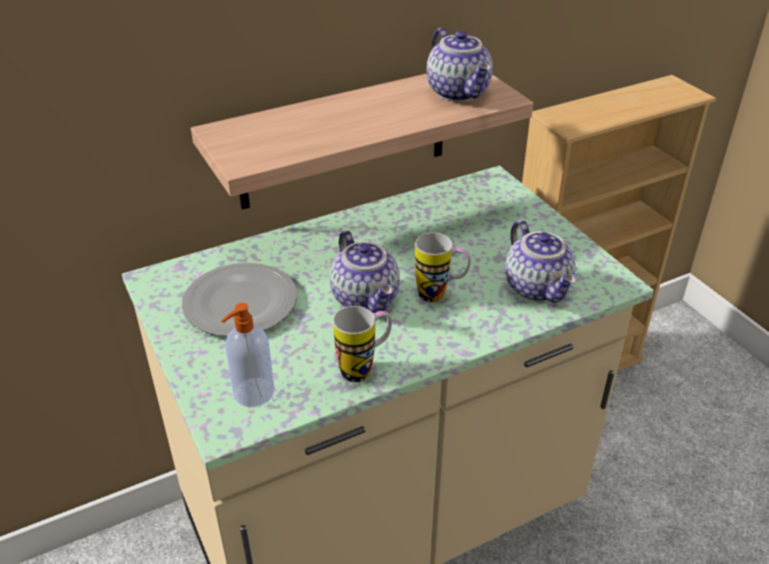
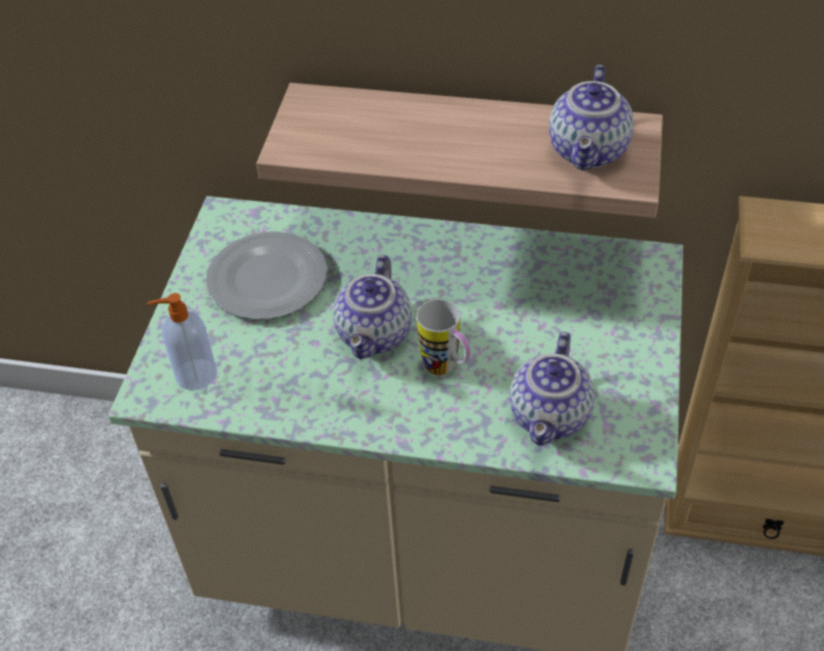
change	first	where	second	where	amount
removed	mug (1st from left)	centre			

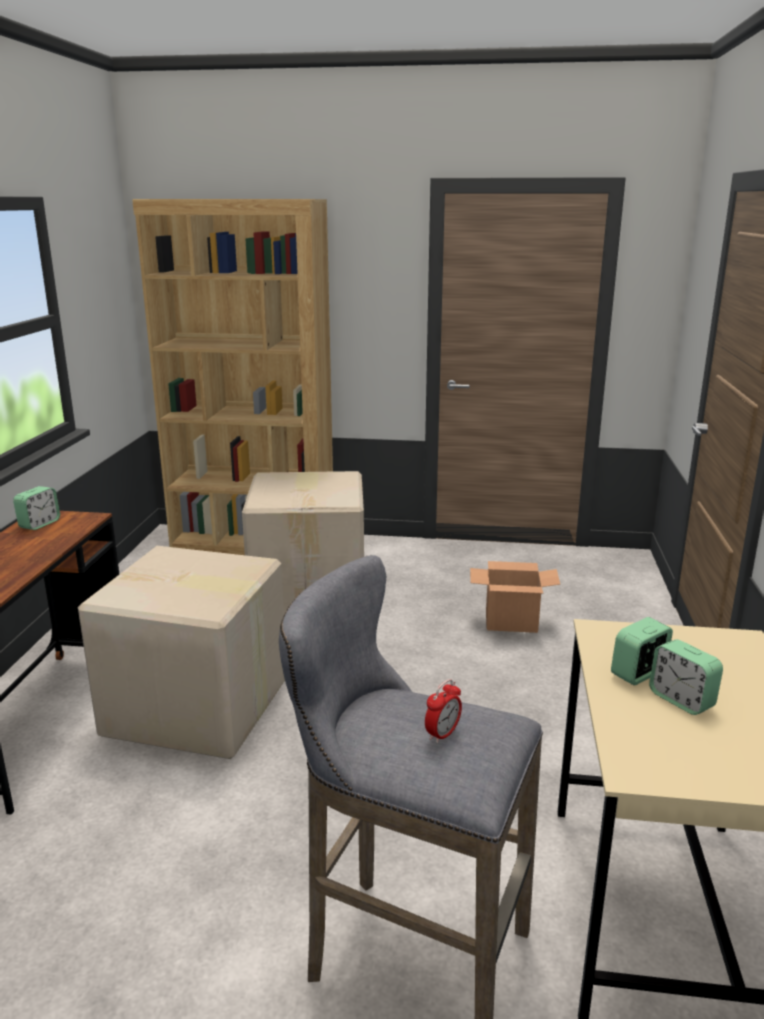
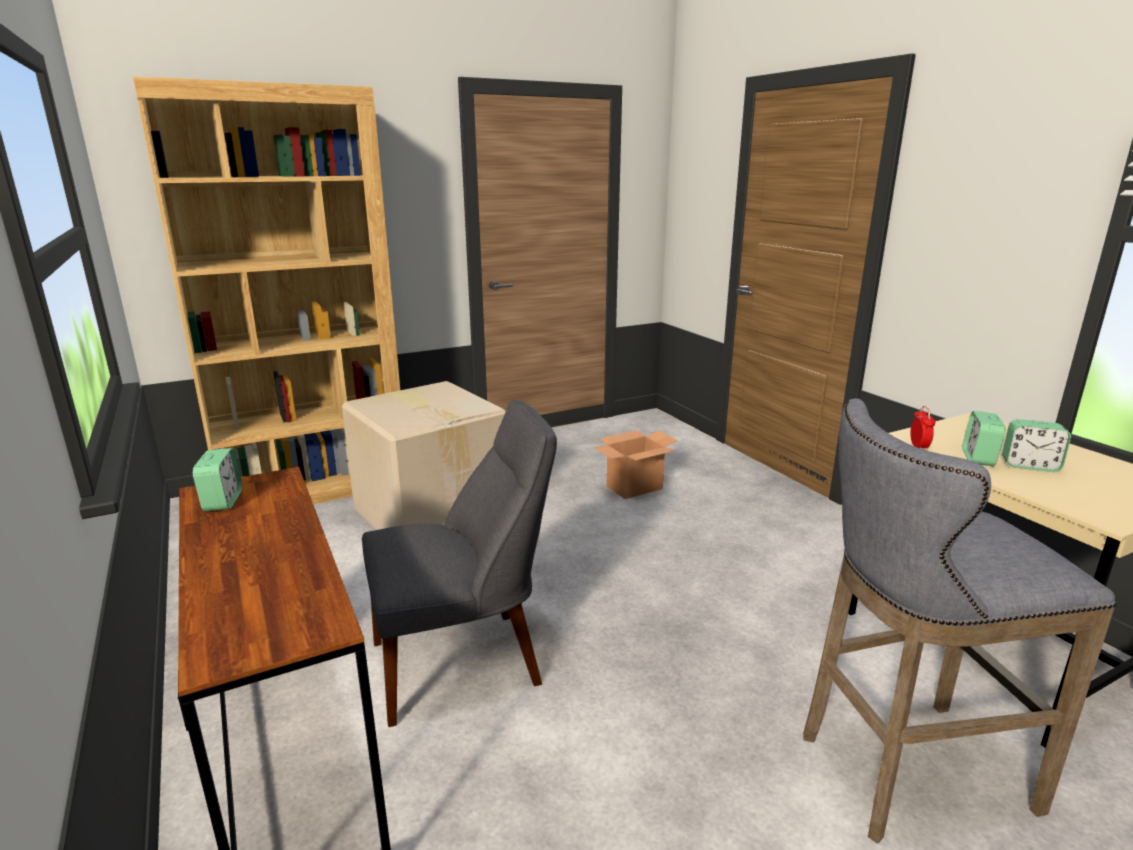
change	first	where	second	where	amount
moved	alarm clock (2nd from left)	bottom centre		middle right	
replaced	cardboard box (1st from left)	middle left	grey chair	centre	

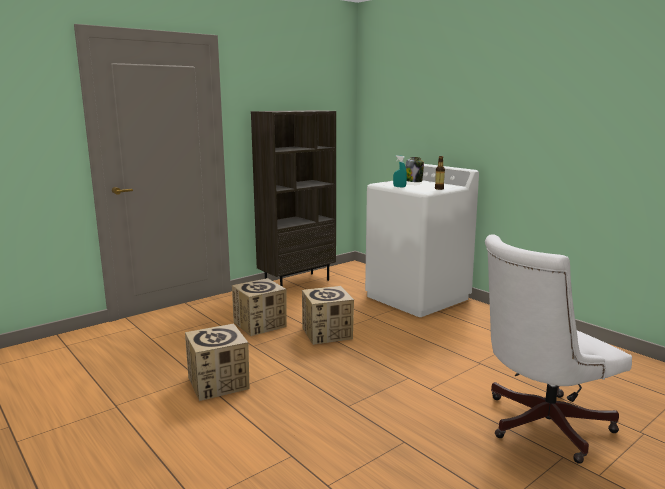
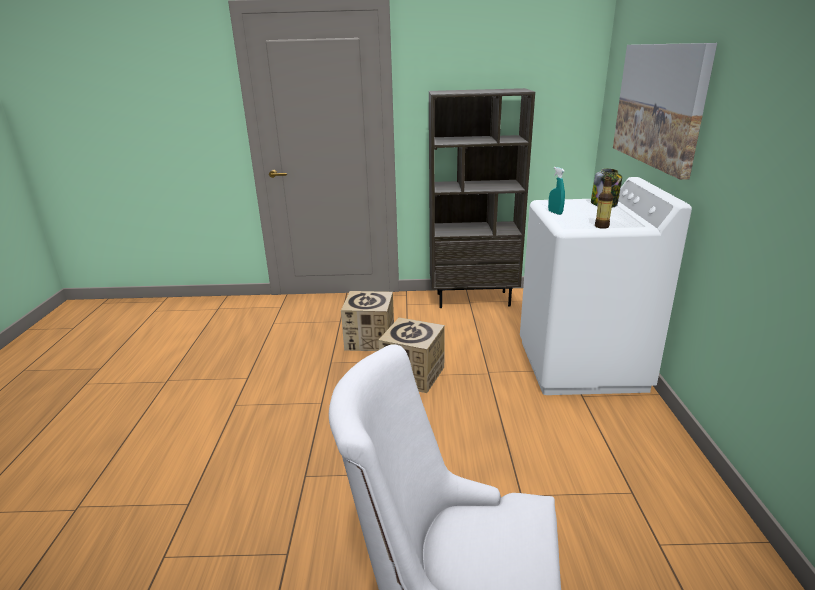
change	first	where	second	where	amount
removed	cardboard box (1st from left)	bottom left			
added			picture	top right	

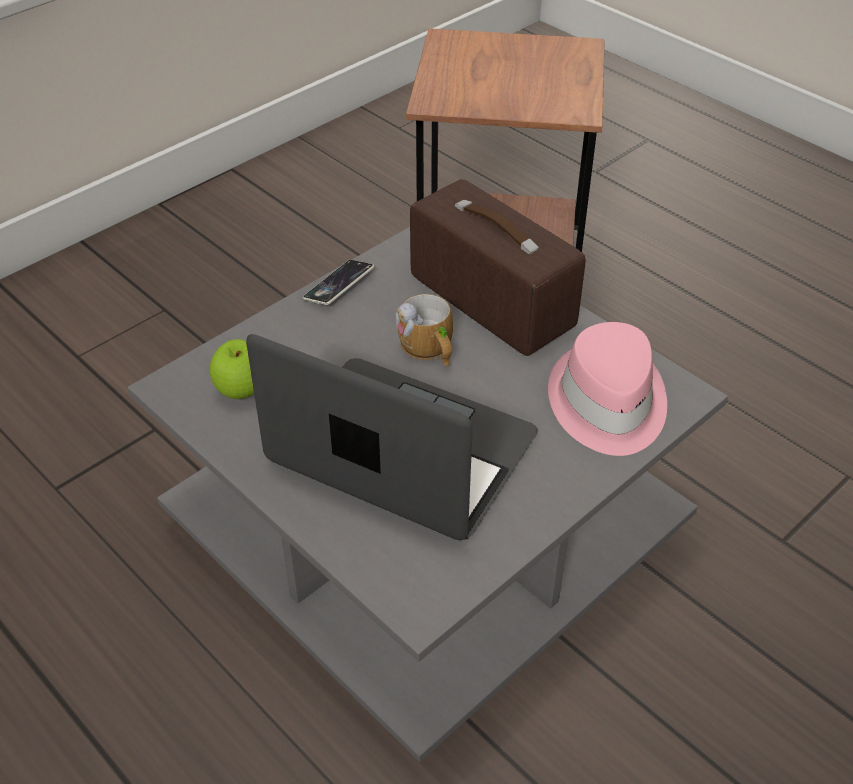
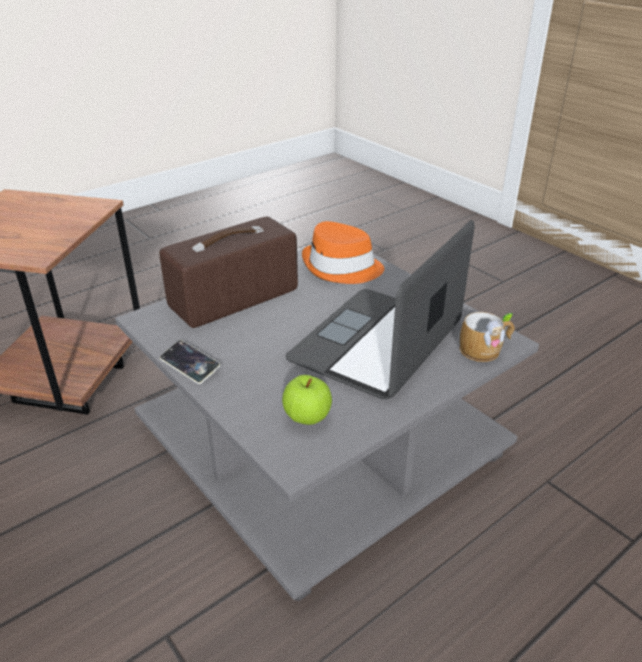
change	first	where	second	where	amount
moved	mug	centre		middle right	
recoloured	pink hat	middle right	orange hat	centre	

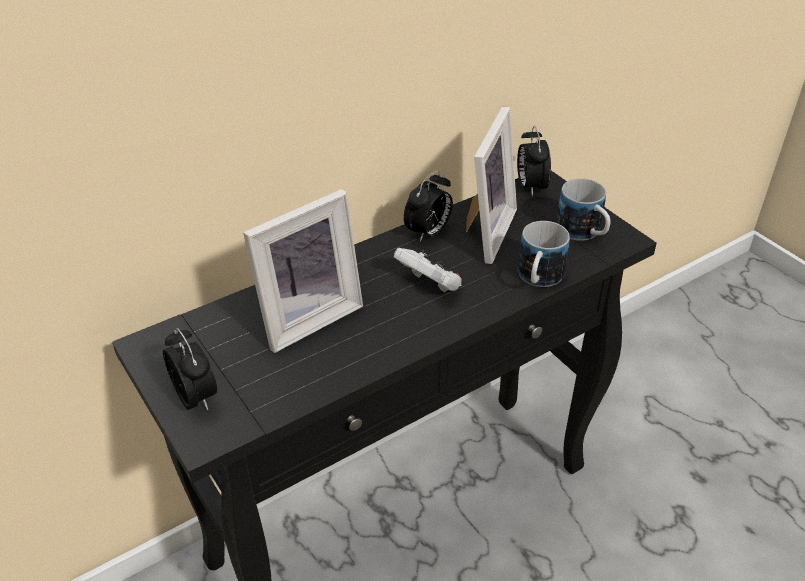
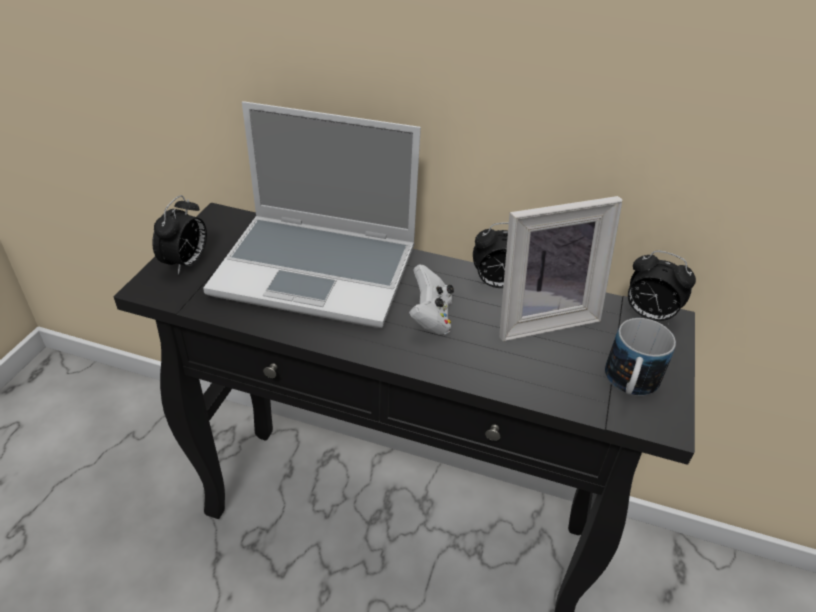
change	first	where	second	where	amount
removed	mug (1st from left)	middle right			
replaced	picture frame (1st from left)	centre	laptop	centre	
turned	alarm clock (3rd from left)	top centre		middle right	105 degrees counterclockwise

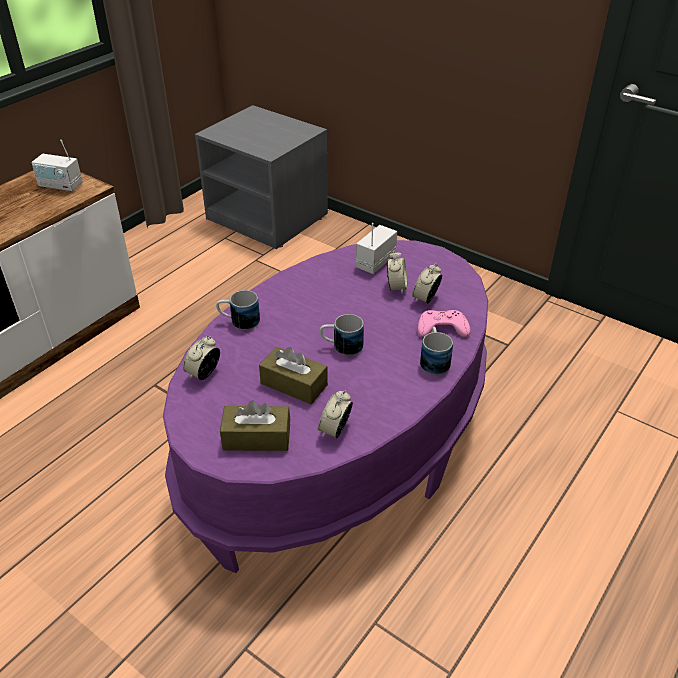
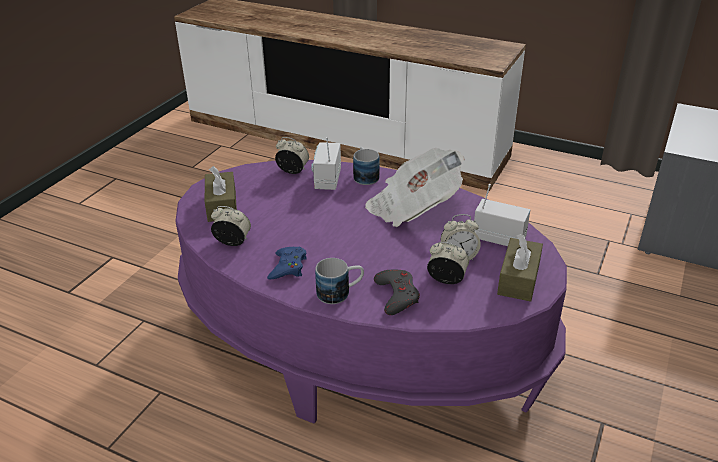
change	first	where	second	where	amount
removed	mug (2nd from left)	centre			
added			blue game controller	centre	
added			newspaper	centre	
moved	radio (1st from left)	top left		centre	
moved	brown tissue box (2nd from left)	centre		middle right	
recoloured	pink game controller	centre	grey game controller	centre	

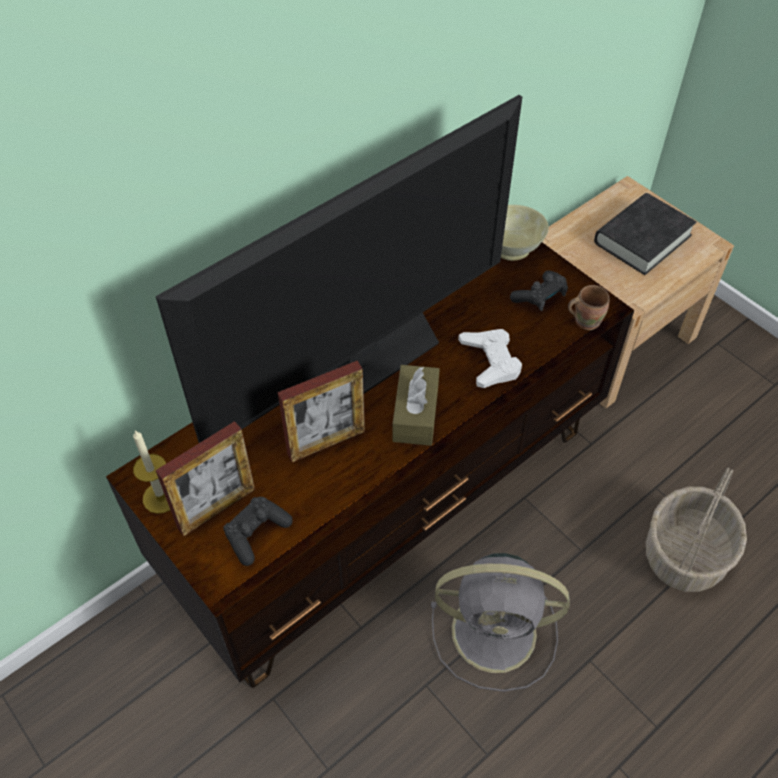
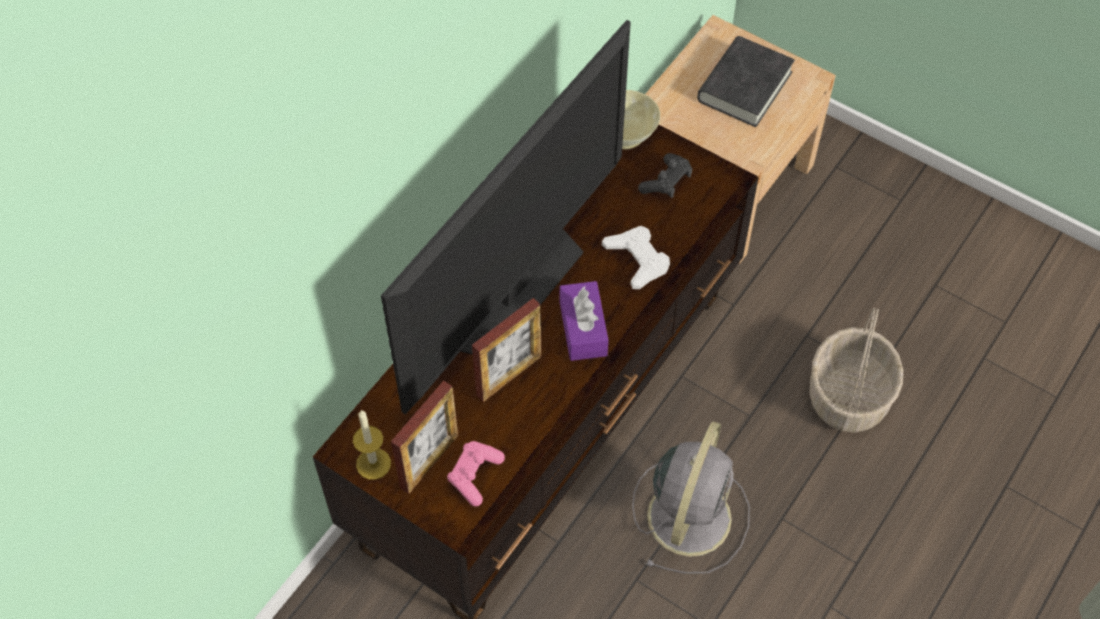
change	first	where	second	where	amount
removed	brown mug	middle right			
recoloured	black game controller (1st from left)	bottom left	pink game controller	bottom centre	
recoloured	brown tissue box	centre	purple tissue box	centre	
turned	grey fan	bottom centre		bottom centre	60 degrees counterclockwise

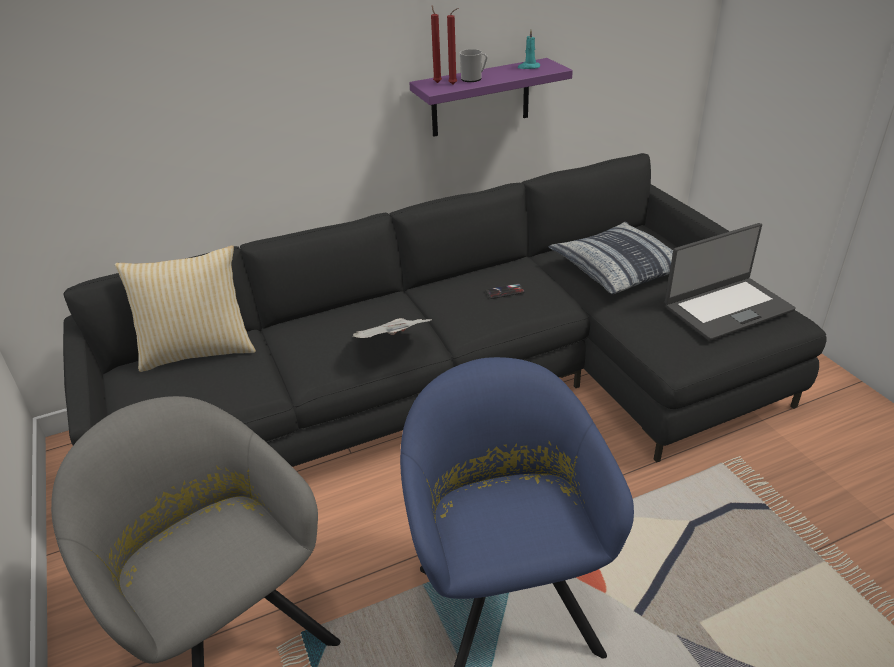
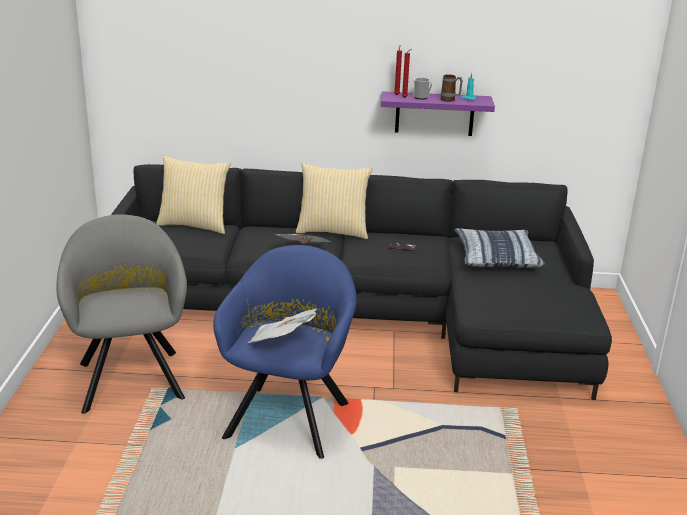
change	first	where	second	where	amount
removed	laptop	middle right			
added			newspaper (1st from left)	centre	
added			pillow (2nd from left)	centre	
added			mug (2nd from left)	top centre	

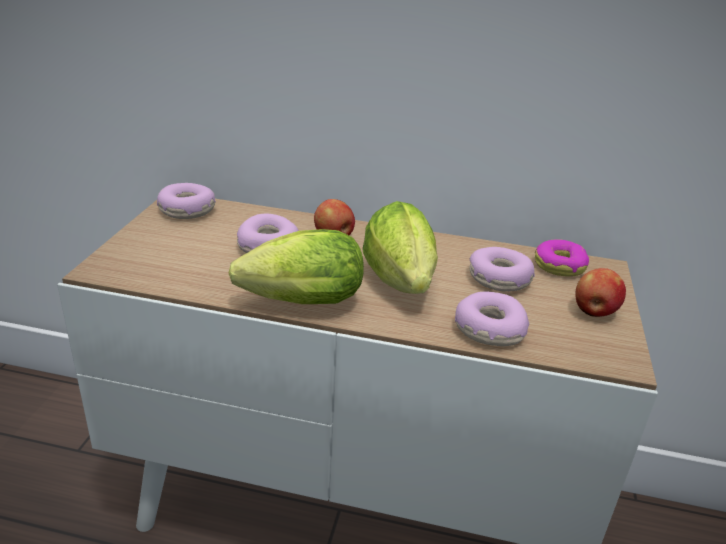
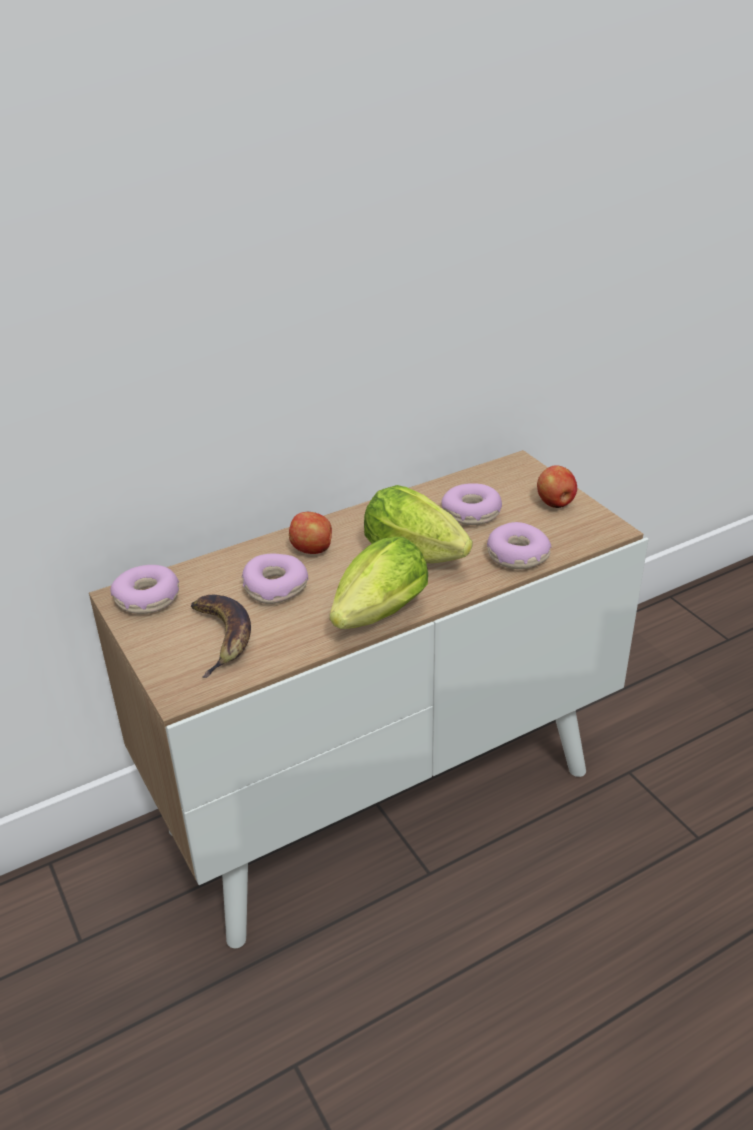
change	first	where	second	where	amount
removed	donut (5th from left)	middle right			
added			banana	middle left	

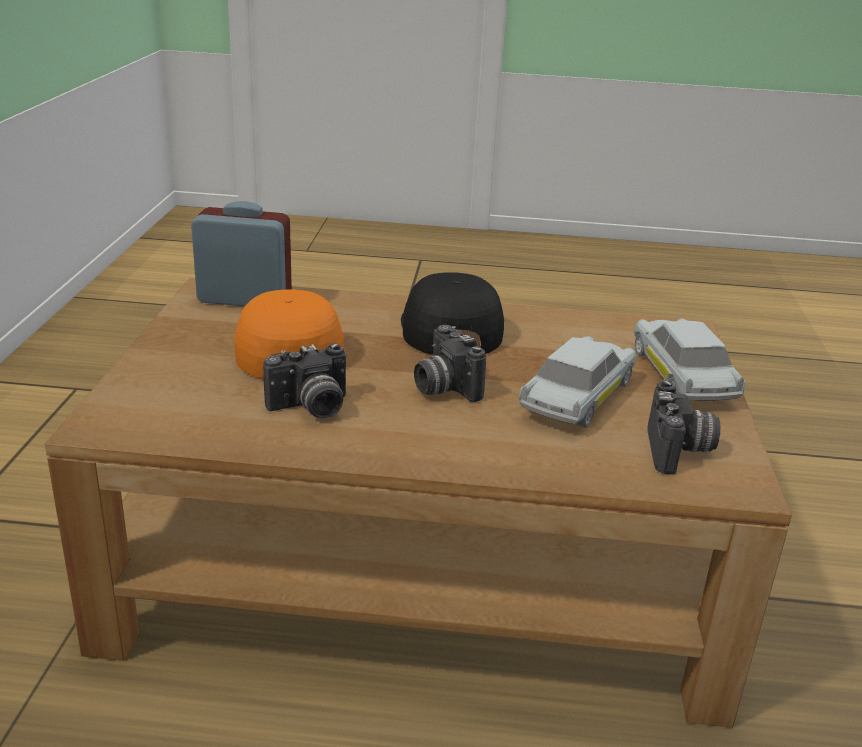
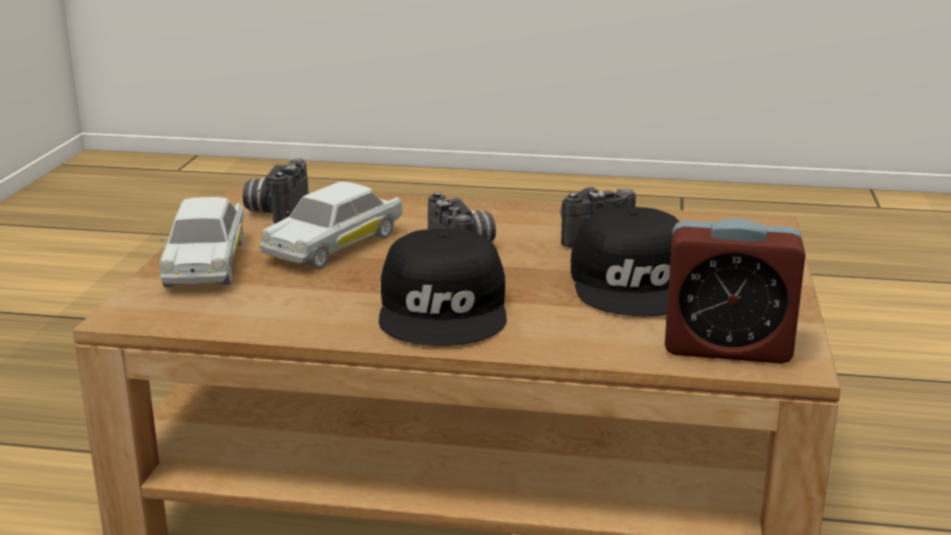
change	first	where	second	where	amount
recoloured	orange cap	centre	black cap (2nd from left)	centre	

